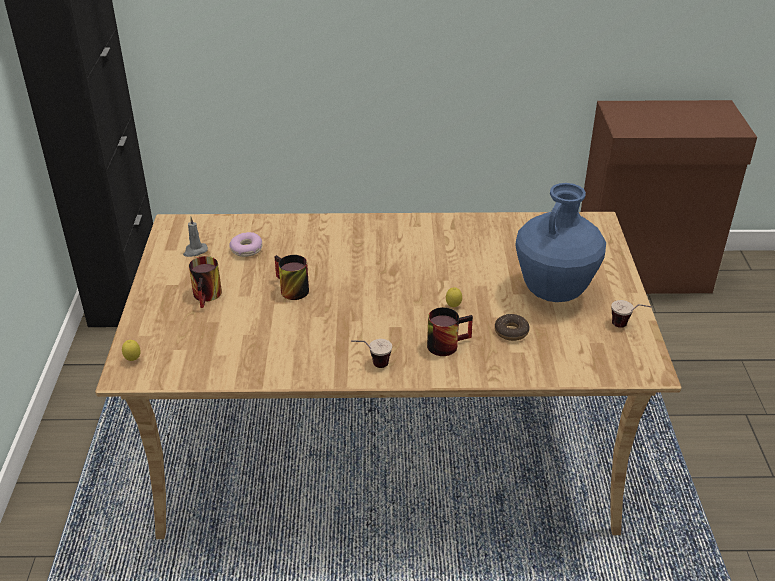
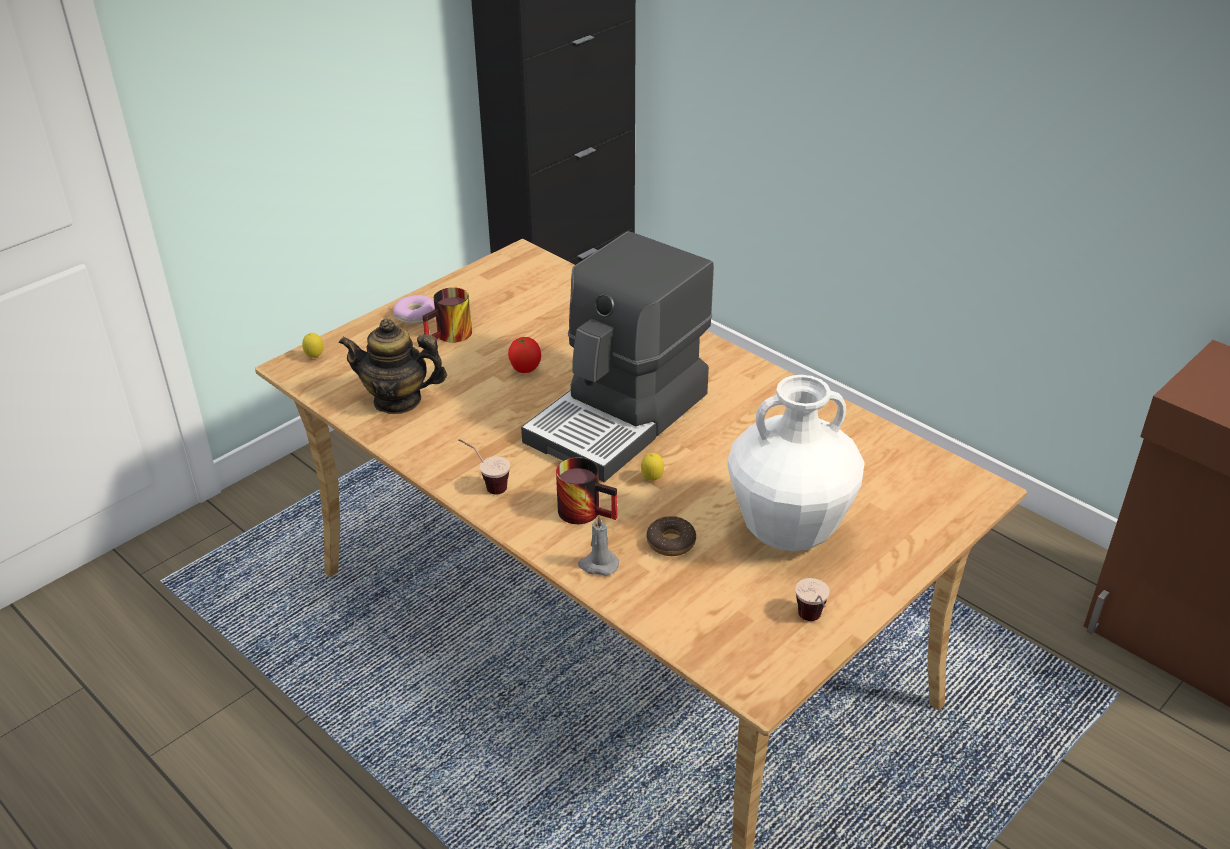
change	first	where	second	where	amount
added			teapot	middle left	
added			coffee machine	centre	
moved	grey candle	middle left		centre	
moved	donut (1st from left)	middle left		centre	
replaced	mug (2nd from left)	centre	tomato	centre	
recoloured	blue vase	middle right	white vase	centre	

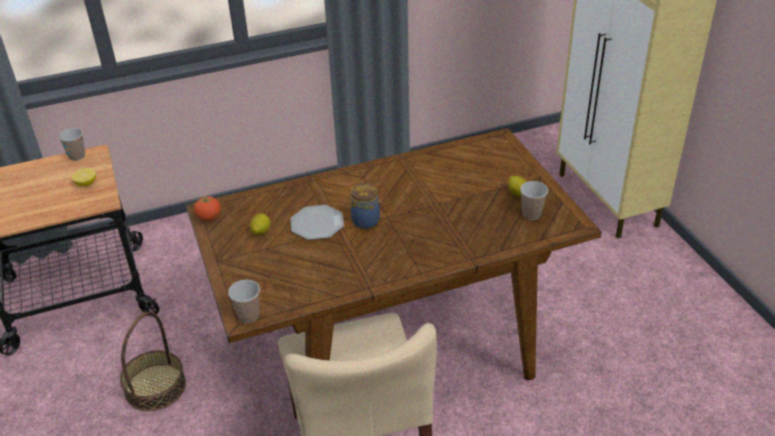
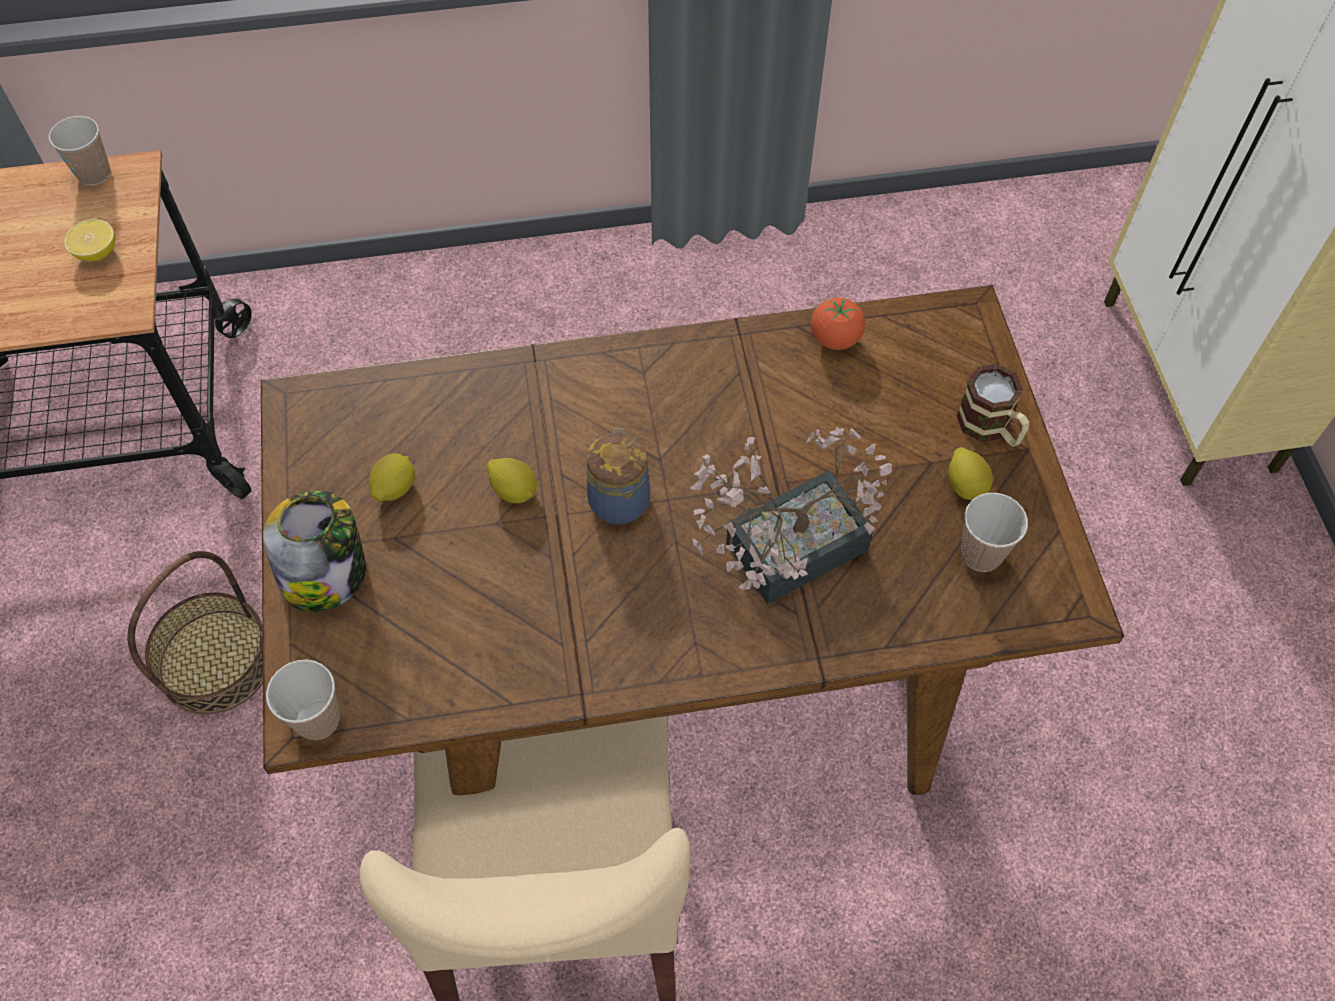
change	first	where	second	where	amount
added			jar (1st from left)	middle left	
added			potted plant	centre	
added			mug	middle right	
moved	tomato	middle left		top centre	
replaced	plate	centre	lemon (3rd from left)	centre	

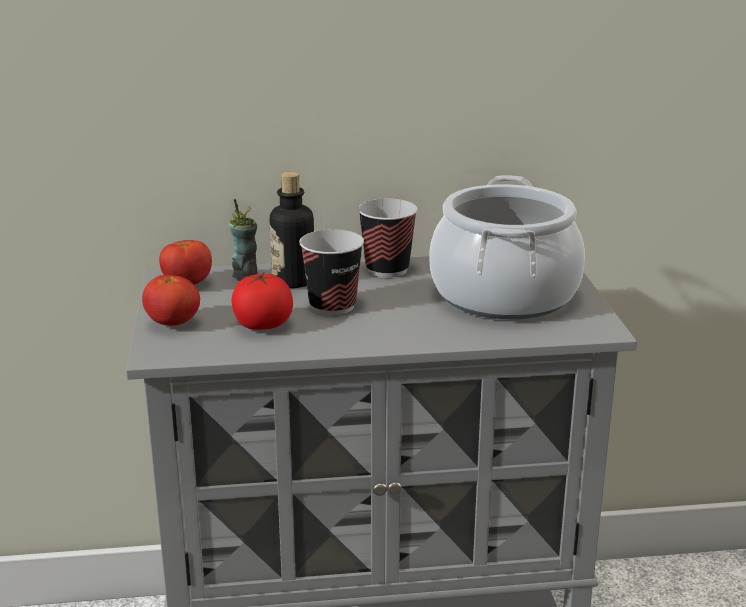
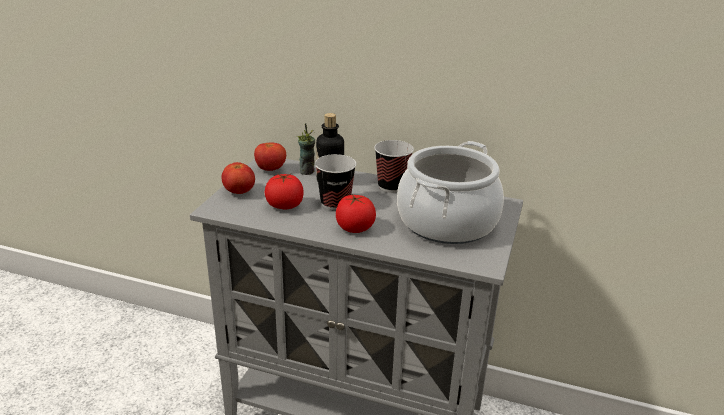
change	first	where	second	where	amount
added			tomato (4th from left)	centre	

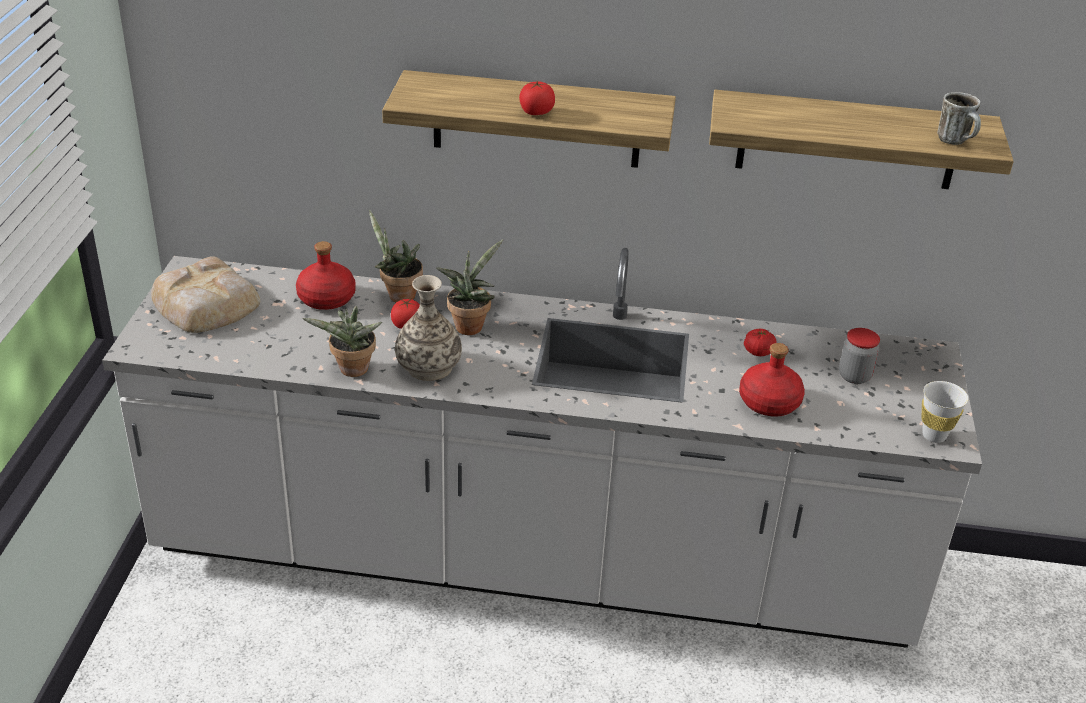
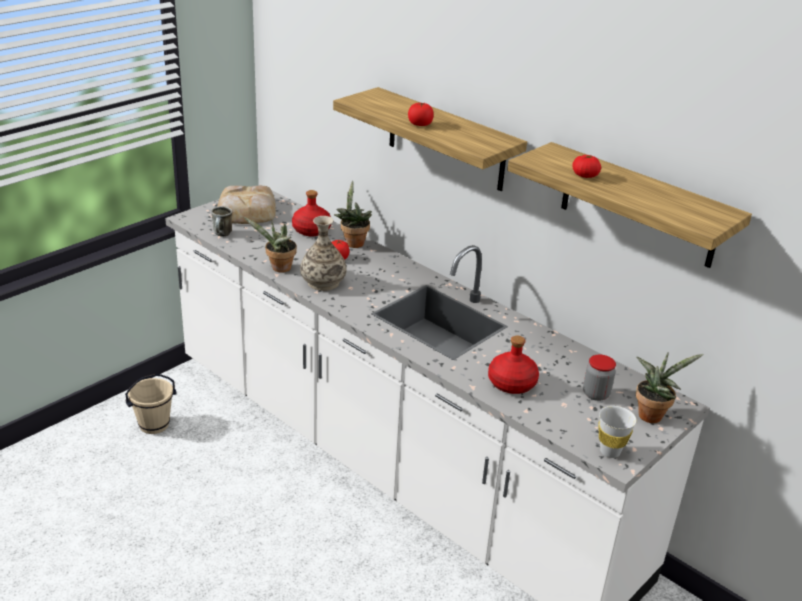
change	first	where	second	where	amount
added			beige bucket	bottom left	
moved	potted plant (3rd from left)	centre		middle right	
moved	tomato (3rd from left)	middle right		top right	
moved	mug	top right		middle left	

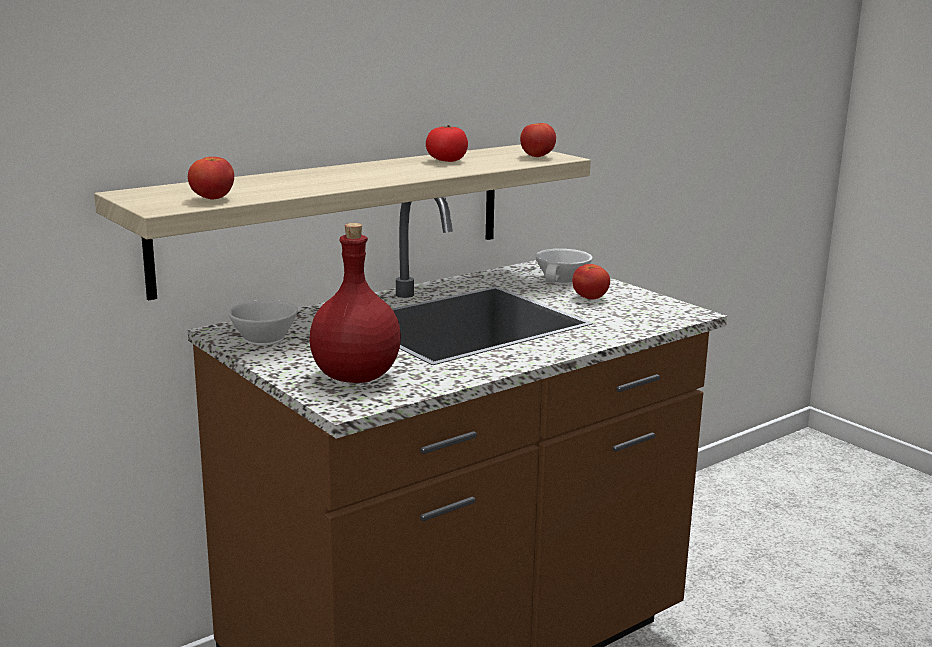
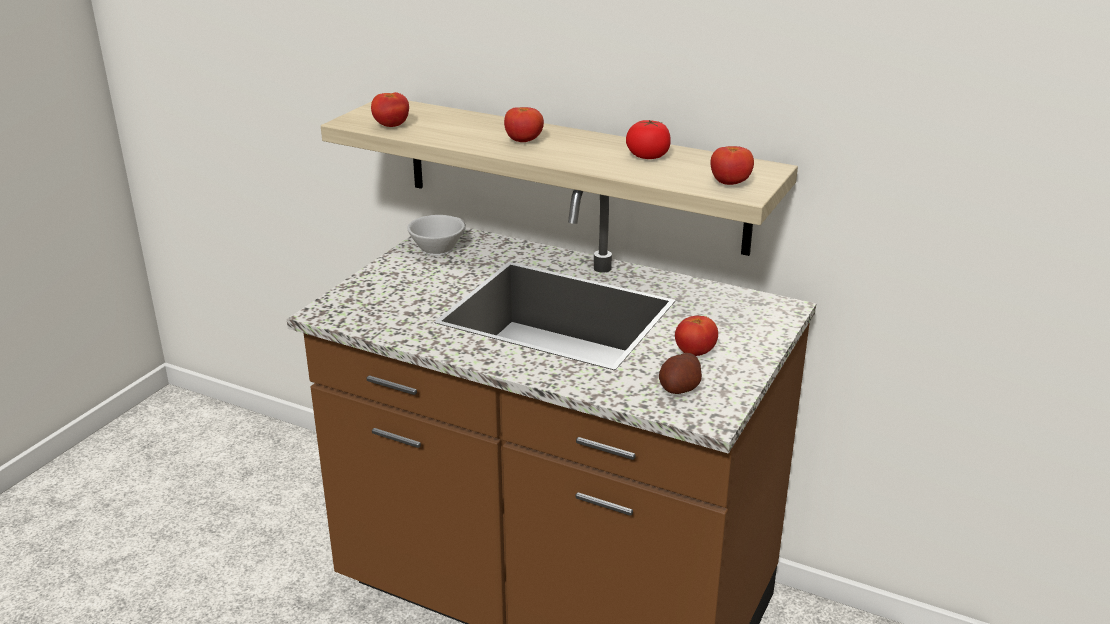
change	first	where	second	where	amount
removed	red bottle	centre			
removed	white cup (2nd from left)	centre			
added			tomato (2nd from left)	top centre	
added			potato	centre	

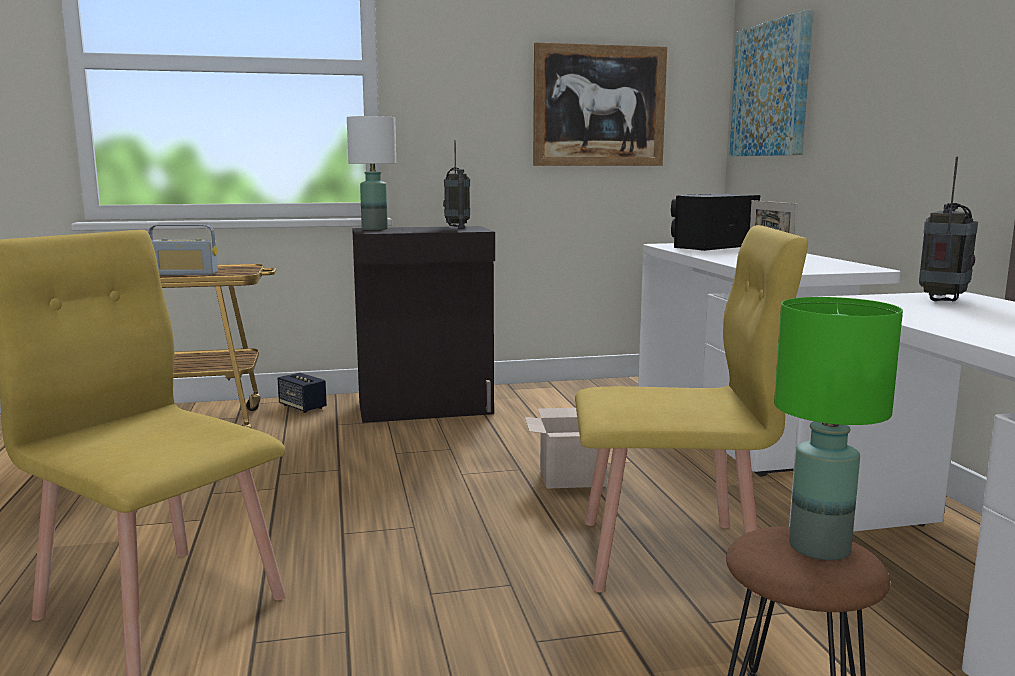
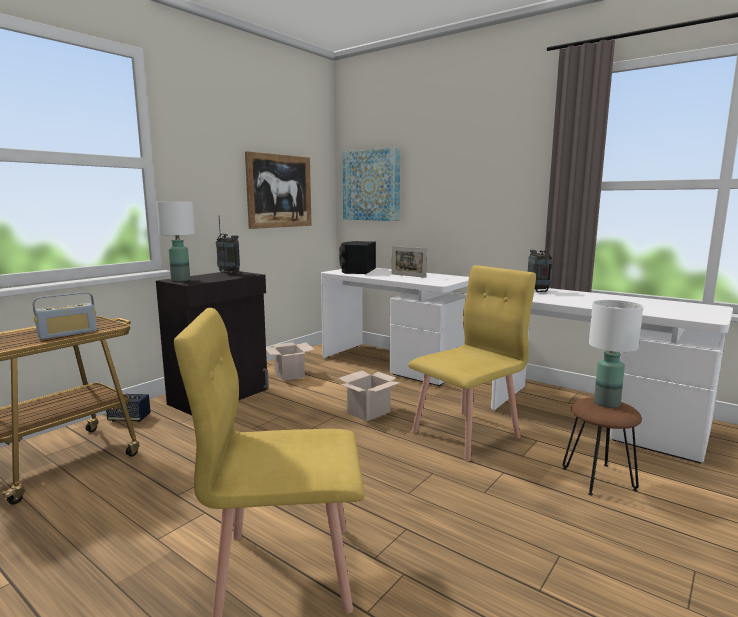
change	first	where	second	where	amount
added			cardboard box (1st from left)	centre	
recoloured	green table lamp	middle right	white table lamp (2nd from left)	middle right	

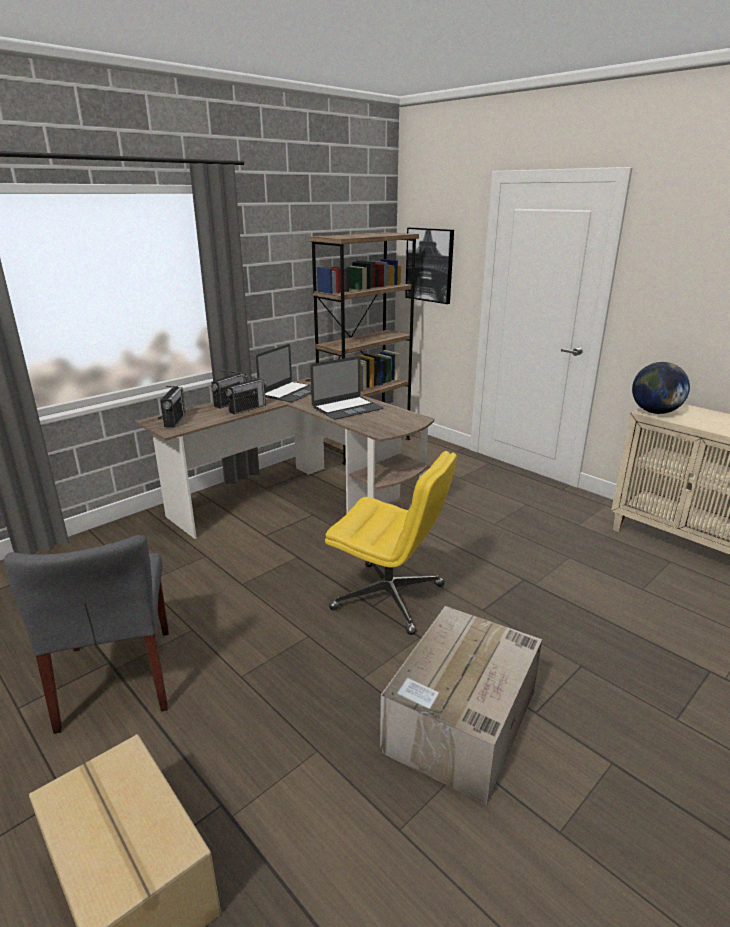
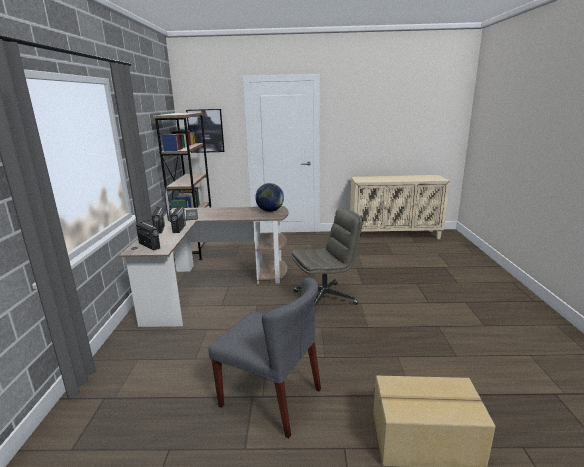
change	first	where	second	where	amount
removed	laptop (2nd from left)	centre			
removed	cardboard box (2nd from left)	bottom centre			
moved	globe	middle right		centre	
recoloured	yellow office chair	centre	grey office chair	centre	

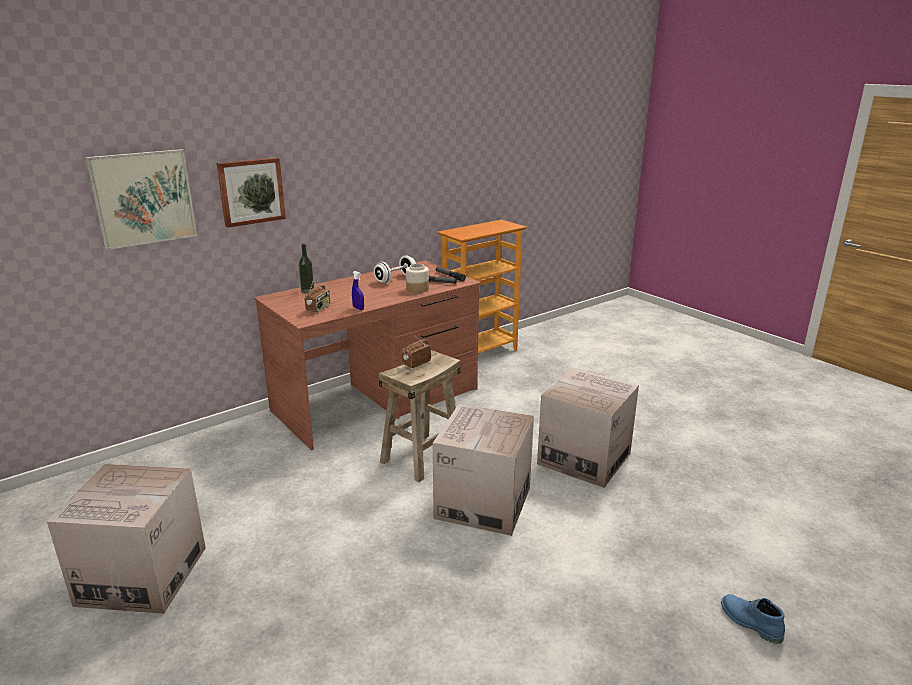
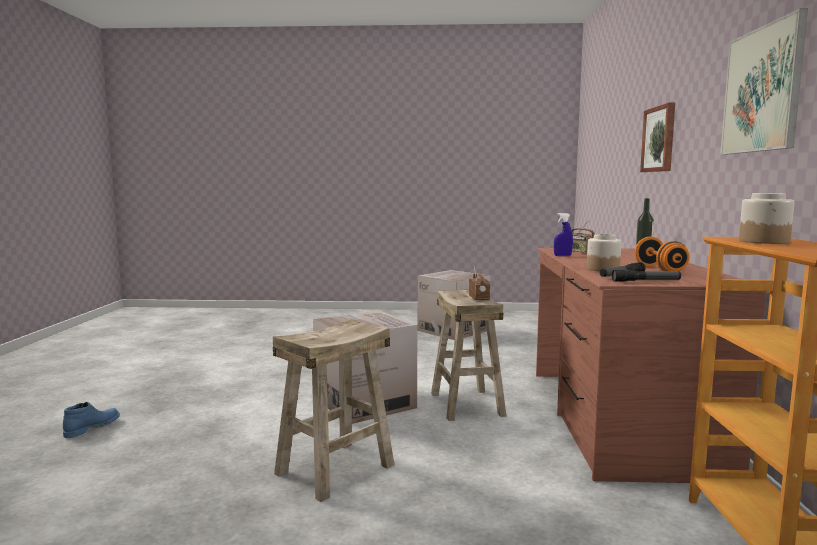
change	first	where	second	where	amount
added			jar (2nd from left)	middle right	
moved	picture (1st from left in the first image)	top left	picture (2nd from left)	top right	
replaced	cardboard box (3rd from left)	centre	beige stool (1st from left)	bottom centre	
recoloured	white dumbbell	centre	orange dumbbell	middle right	
turned	blue boot	bottom right		bottom left	60 degrees counterclockwise

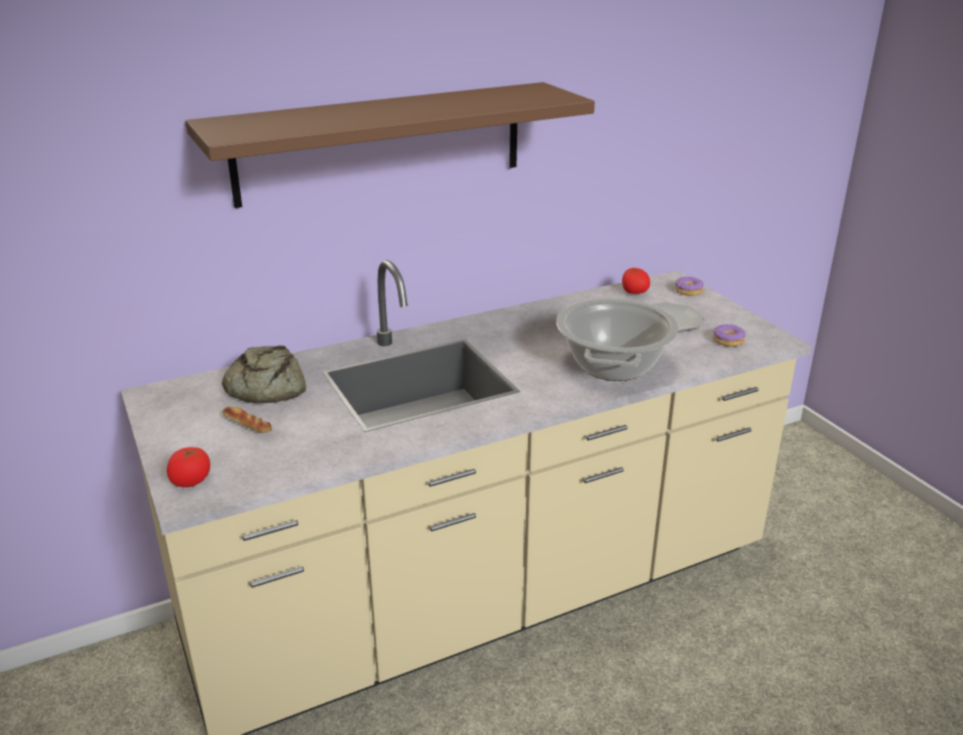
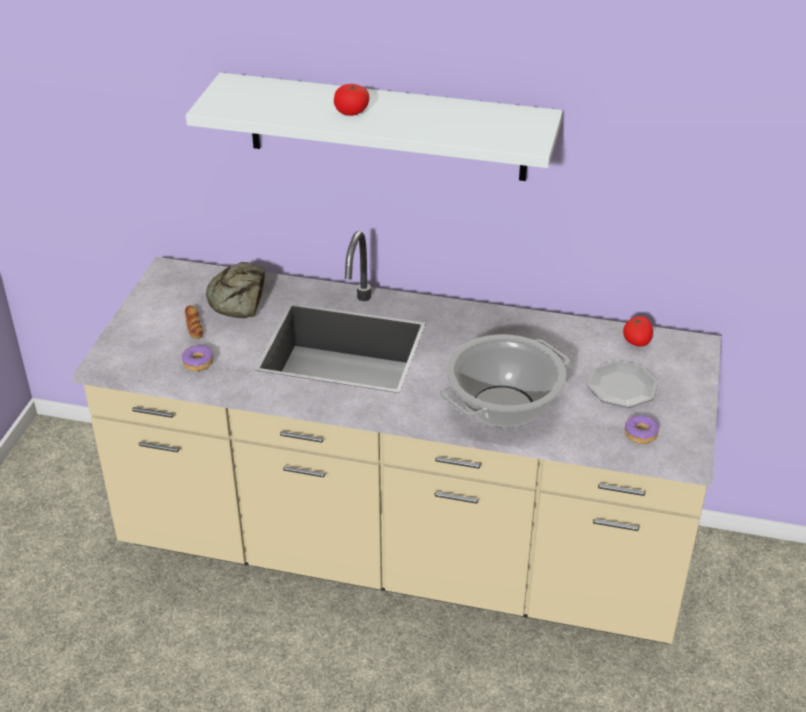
change	first	where	second	where	amount
moved	tomato (1st from left)	middle left		top centre	
moved	donut (1st from left)	middle right		middle left	
recoloured	brown shelf	top centre	white shelf	top centre	

